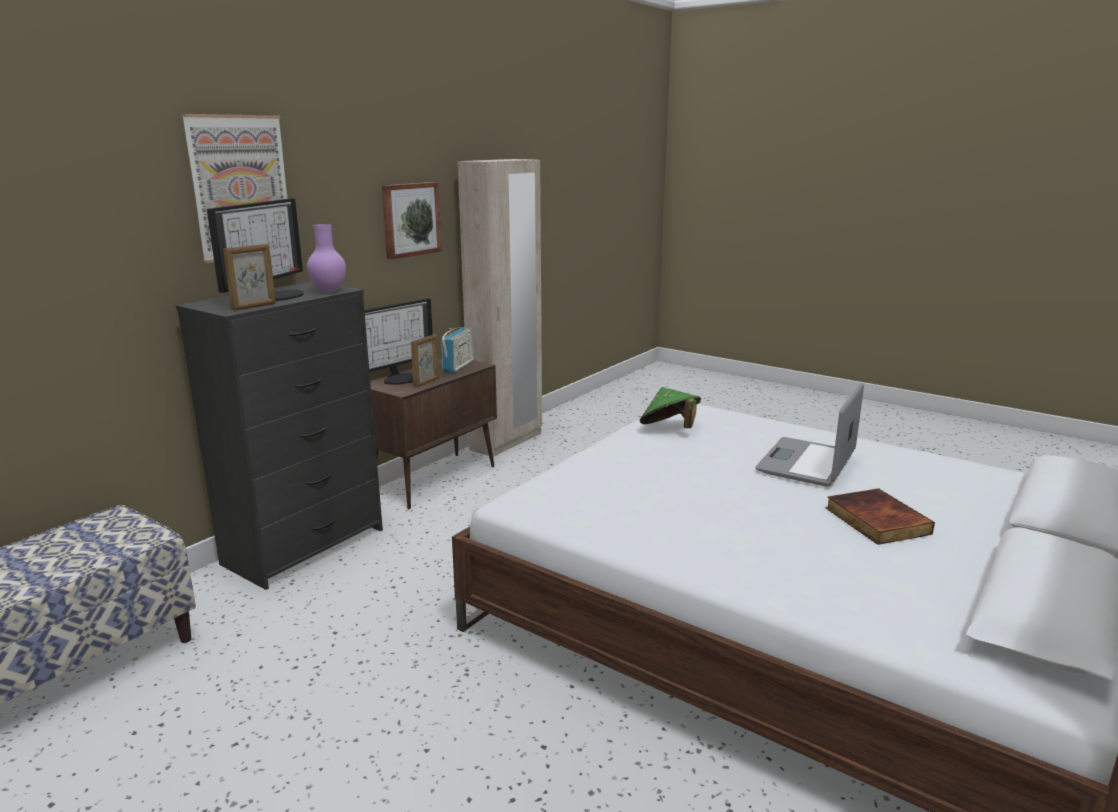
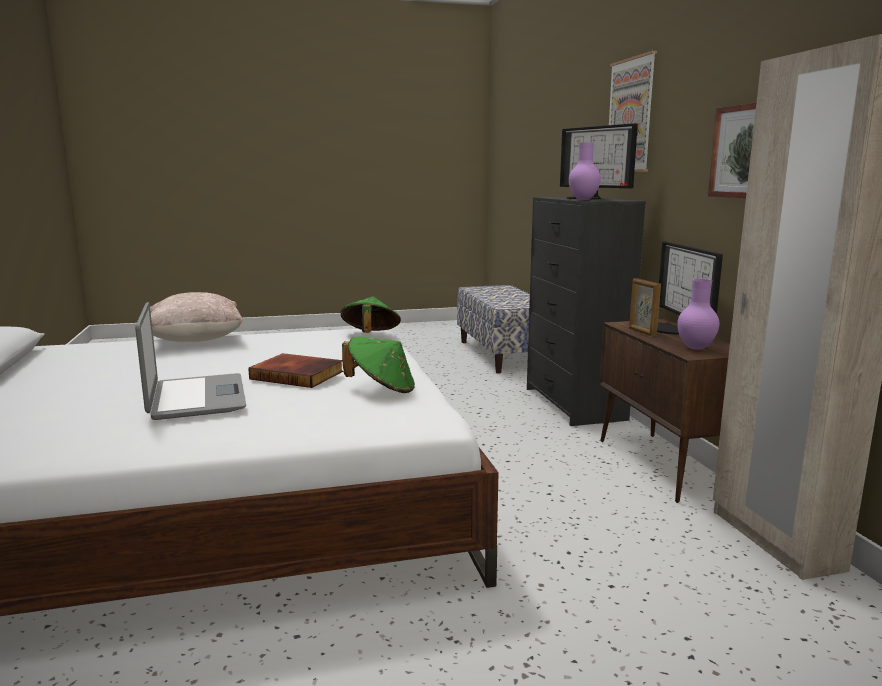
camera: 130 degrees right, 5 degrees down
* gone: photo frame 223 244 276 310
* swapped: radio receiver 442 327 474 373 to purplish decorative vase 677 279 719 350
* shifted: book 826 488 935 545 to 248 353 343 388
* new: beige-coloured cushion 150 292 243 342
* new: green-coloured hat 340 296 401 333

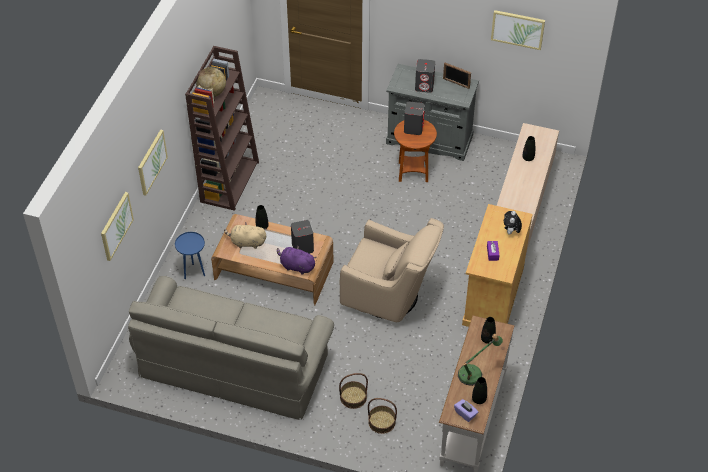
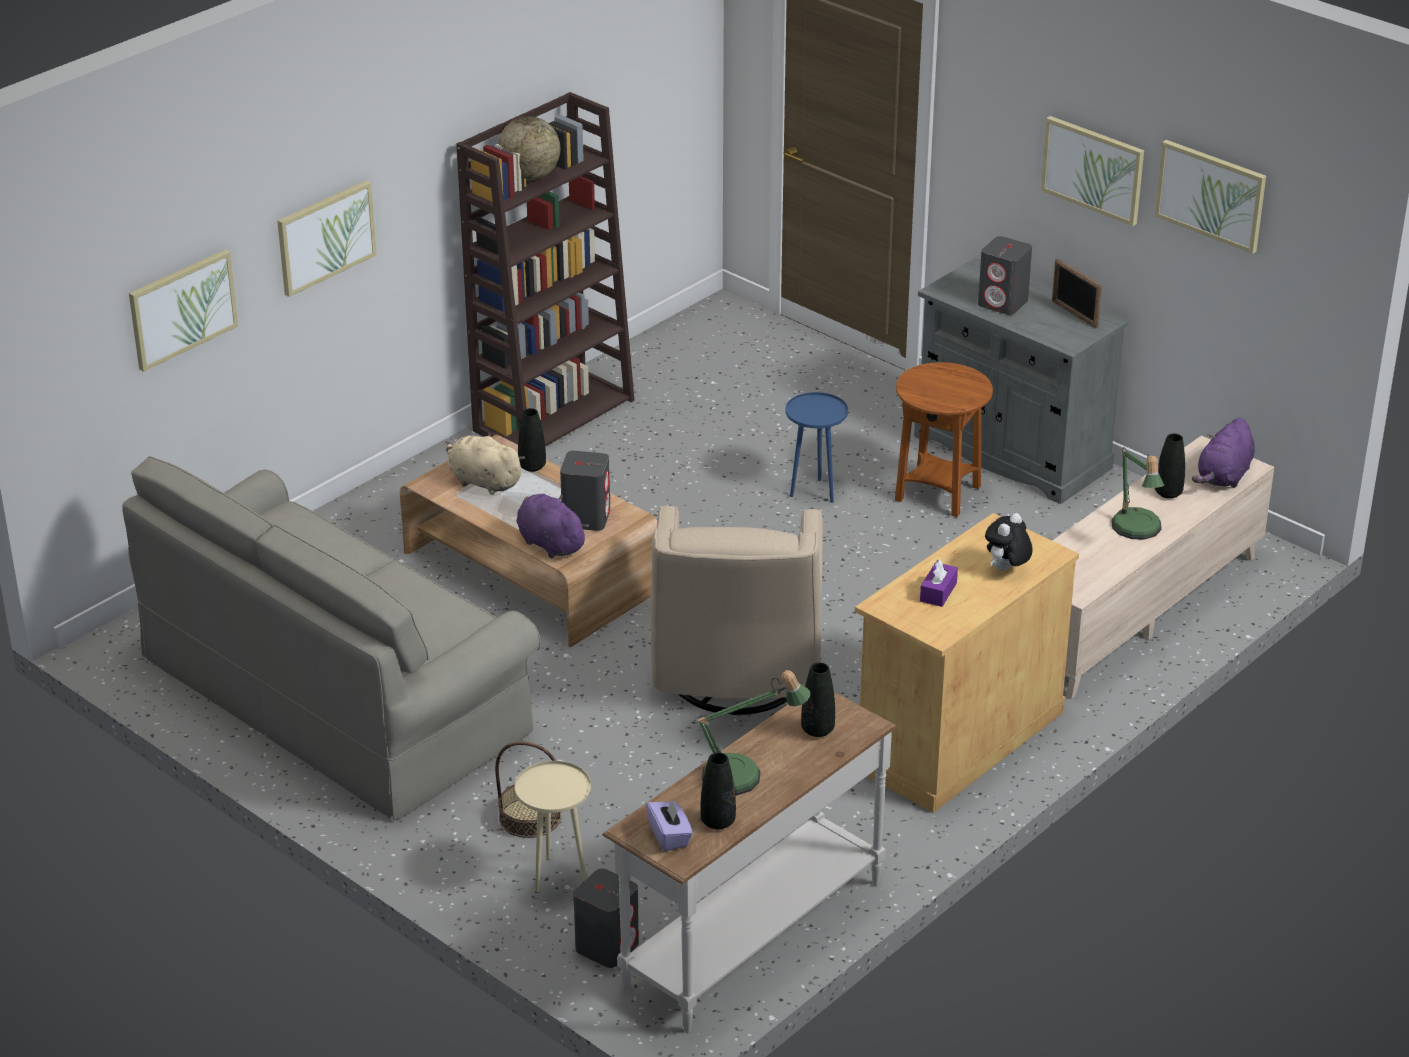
camera: 25 degrees right, 15 degrees down
* shifted: blue end table 175 232 205 279 to 785 392 848 502
* rotated: beige-coloured easy chair 339 218 444 322 = 650 506 823 715 45 degrees clockwise
* swapped: basket 368 398 397 434 to beige-coloured end table 515 761 591 893
* shifted: gray speaker 404 101 425 135 to 573 869 639 968
* new: wall art 1041 116 1144 226
* new: table lamp 1111 447 1164 540
* new: purplish soft toy 1192 417 1255 488

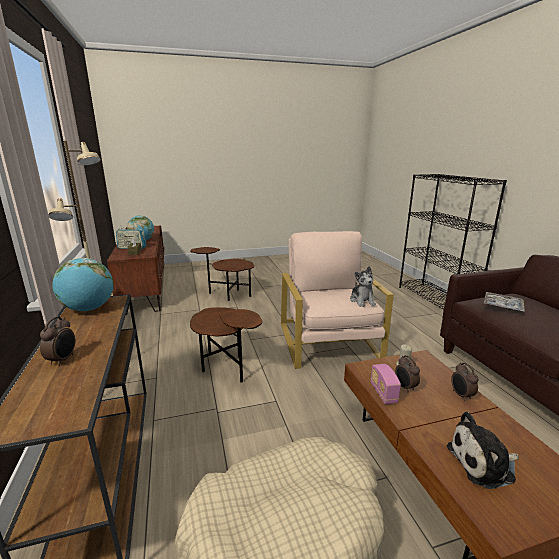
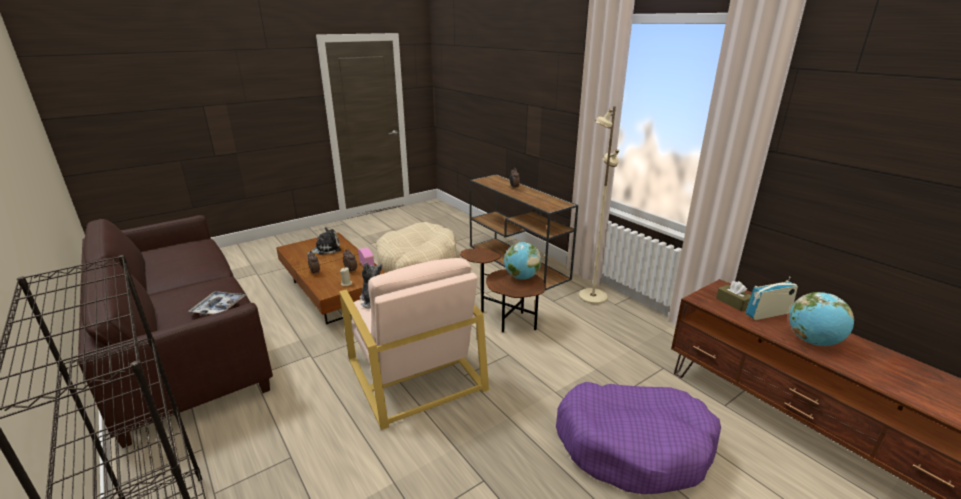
camera: 160 degrees right, 5 degrees up
* shifted: world globe 52 258 114 311 to 504 242 541 279
* swapped: brownish end table 190 247 255 301 to purplish pet bed 556 382 721 494

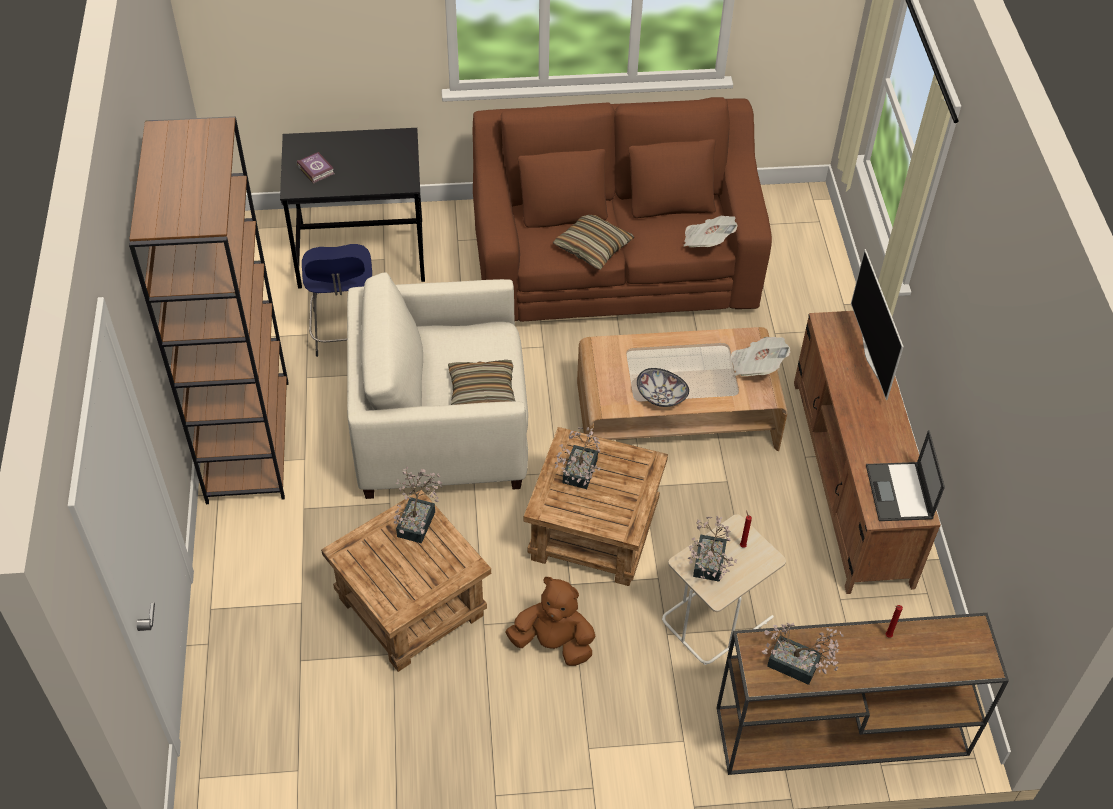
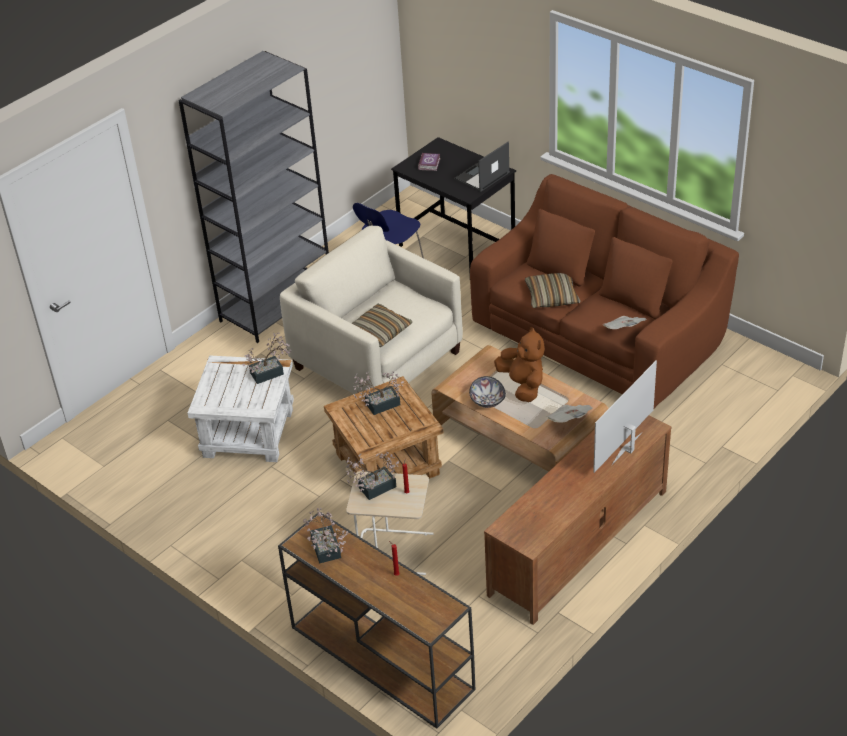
camera: 50 degrees right, 10 degrees down
* repainted: brownish shelving unit 129 116 288 504 to gray shelving unit 179 51 329 343
* repainted: brownish end table 321 490 491 672 to white-coloured end table 187 355 294 462
* shifted: brownish soft toy 506 577 595 666 to 494 327 545 402
* shifted: laptop 866 430 945 521 to 454 141 510 192

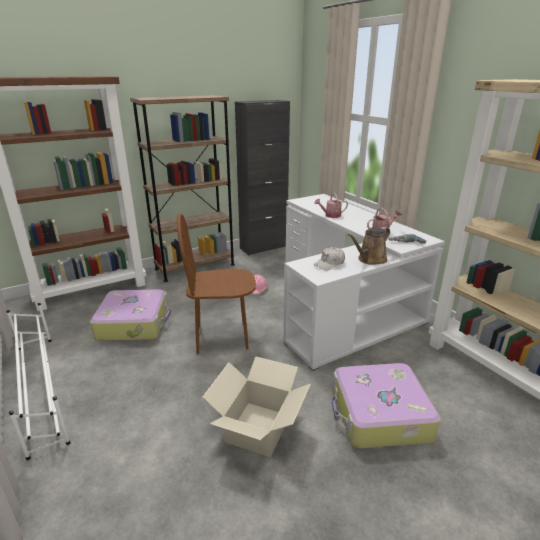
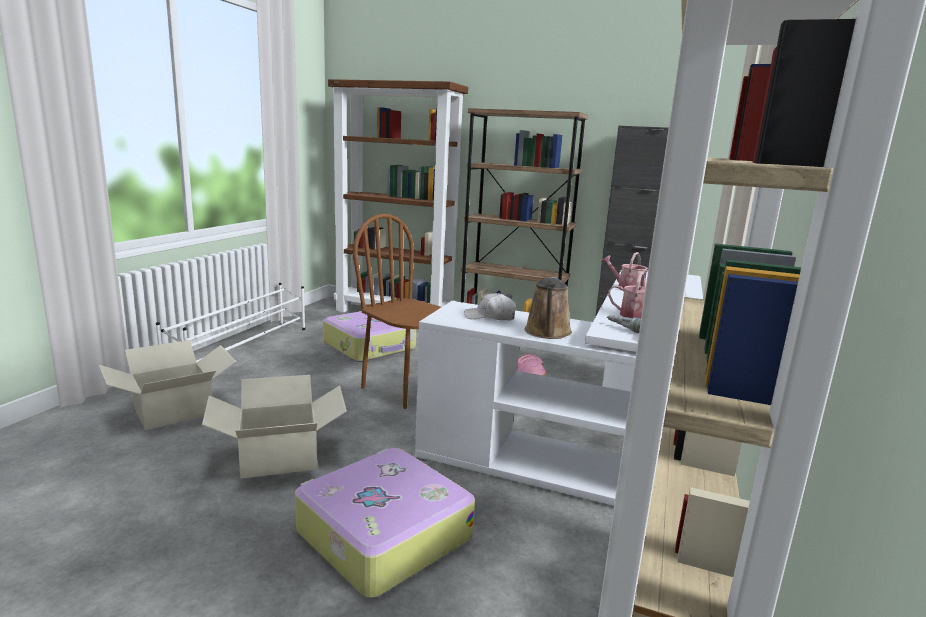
camera: 50 degrees right, 10 degrees down
* rotated: brownish sprinkling can 348 227 390 265 = 524 277 572 339 90 degrees counterclockwise
* new: carton 99 340 236 430

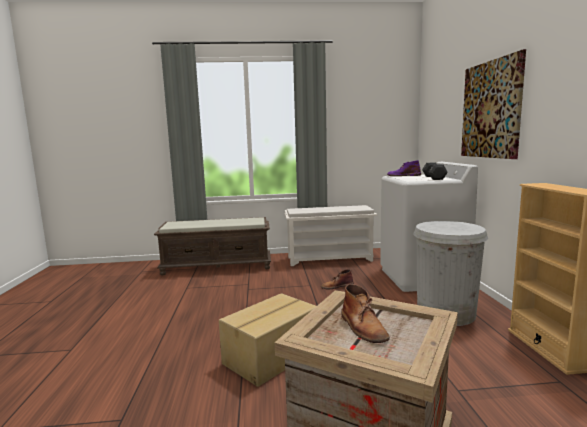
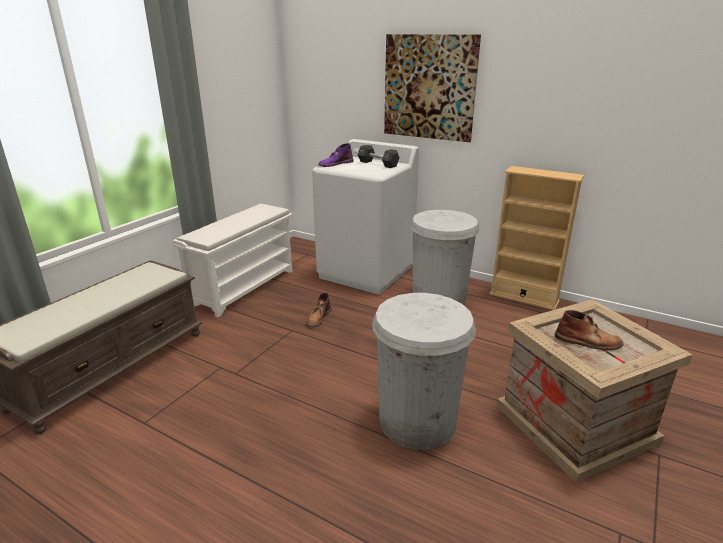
camera: 55 degrees left, 15 degrees up
* swapped: carton 219 293 316 387 to white-coloured rubbish bin 372 293 476 450

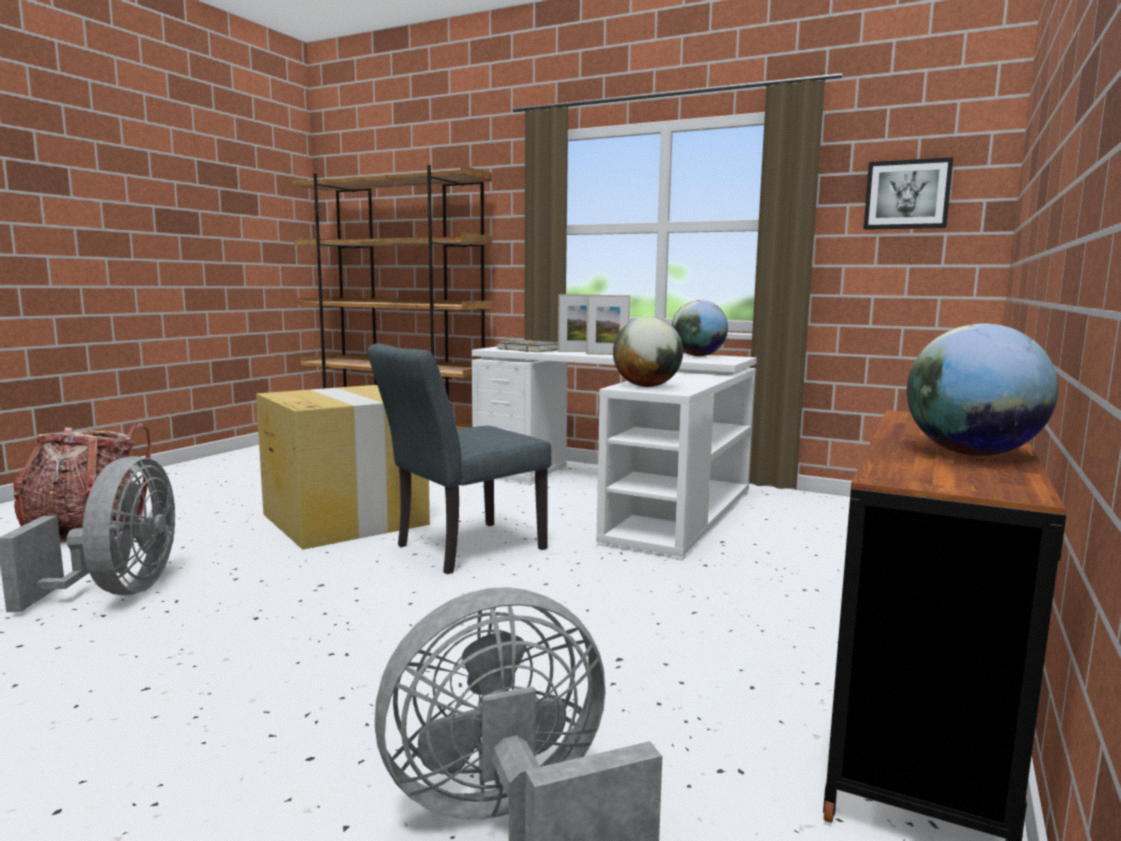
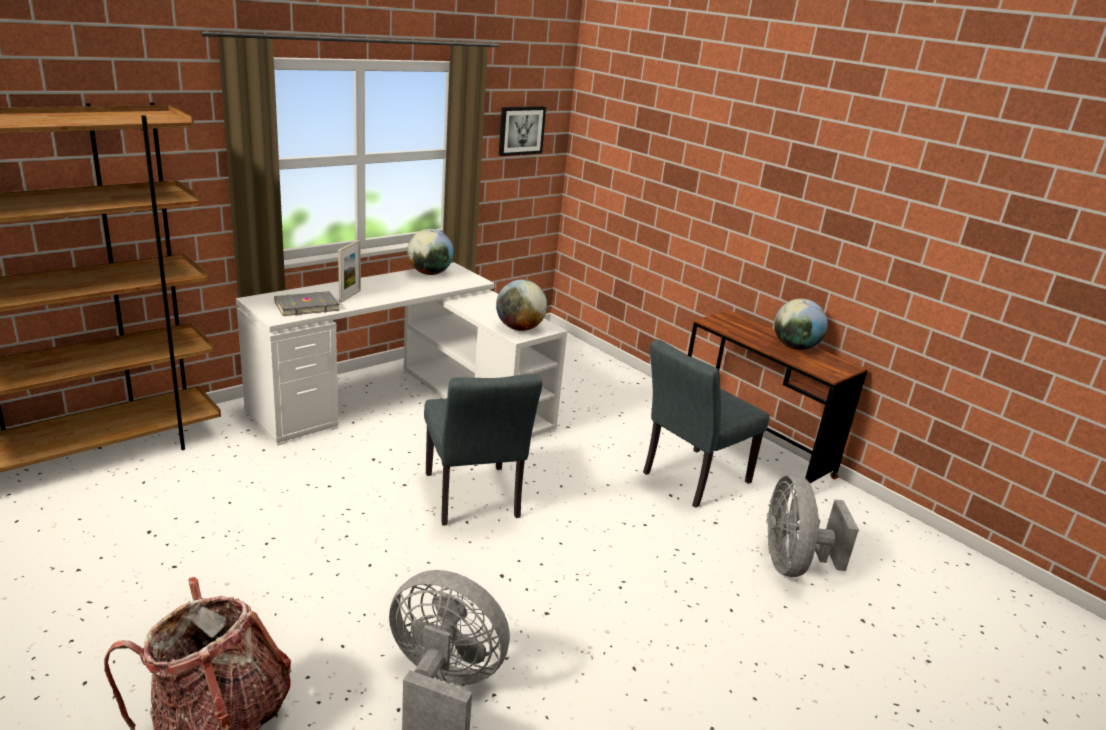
camera: 70 degrees left, 15 degrees up
* gone: carton 256 385 430 550
* gone: photo frame 586 295 630 355
* new: gray plain chair 643 340 770 508

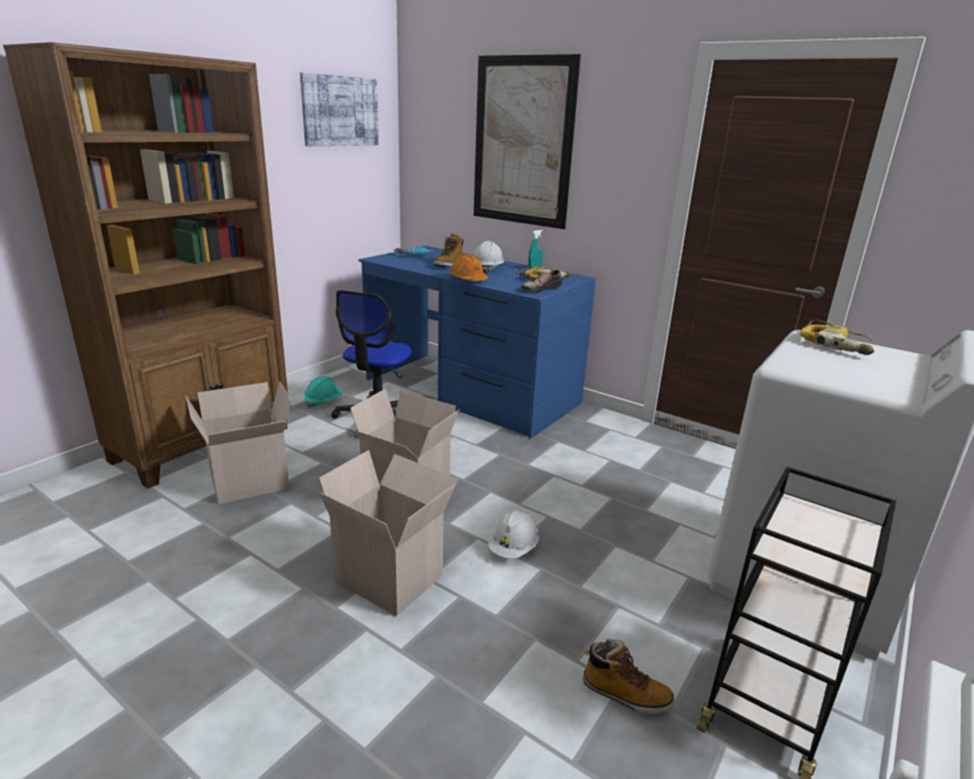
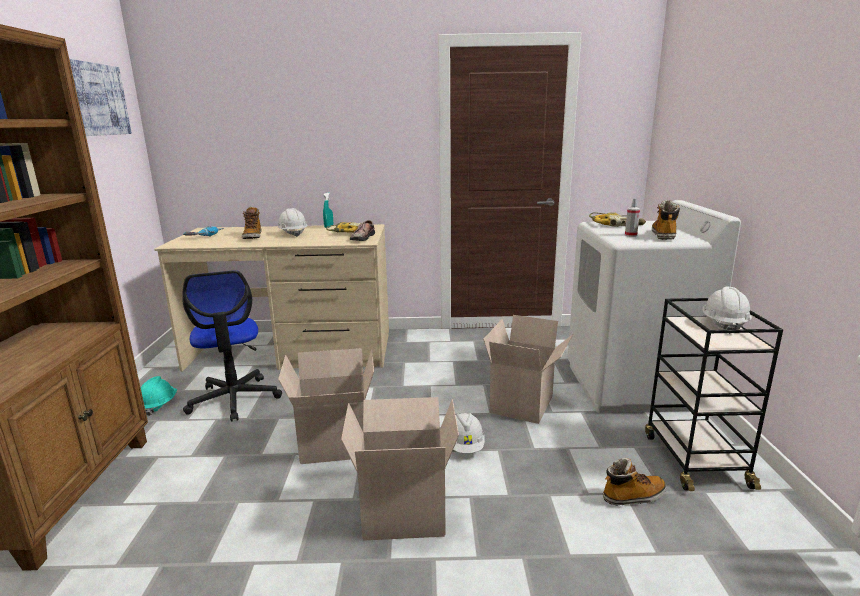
camera: 35 degrees left, 5 degrees down
* shifted: carton 186 381 292 504 to 483 315 573 424
* repainted: blue desk 359 246 596 439 to beige-coloured desk 154 224 389 372
* gone: orange safety helmet 449 254 488 281
* gone: wall art 474 54 581 229
* new: sprayer 625 198 640 237
* new: tall boot 652 200 680 240
* new: white-coloured safety helmet 702 286 752 334

